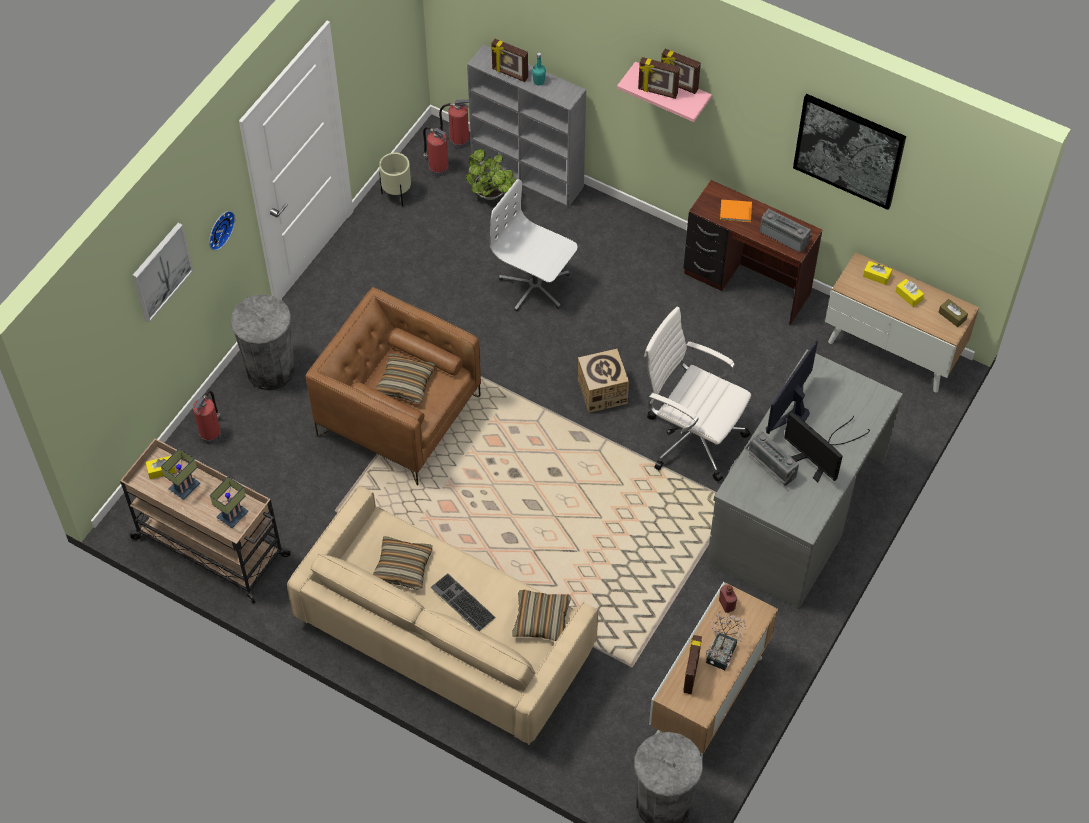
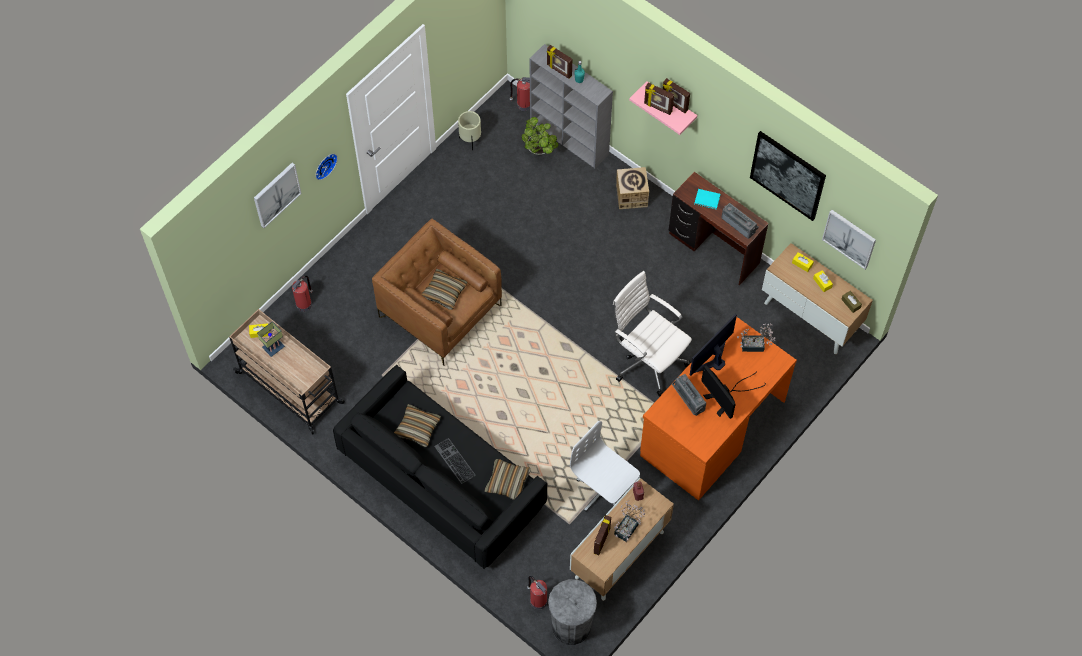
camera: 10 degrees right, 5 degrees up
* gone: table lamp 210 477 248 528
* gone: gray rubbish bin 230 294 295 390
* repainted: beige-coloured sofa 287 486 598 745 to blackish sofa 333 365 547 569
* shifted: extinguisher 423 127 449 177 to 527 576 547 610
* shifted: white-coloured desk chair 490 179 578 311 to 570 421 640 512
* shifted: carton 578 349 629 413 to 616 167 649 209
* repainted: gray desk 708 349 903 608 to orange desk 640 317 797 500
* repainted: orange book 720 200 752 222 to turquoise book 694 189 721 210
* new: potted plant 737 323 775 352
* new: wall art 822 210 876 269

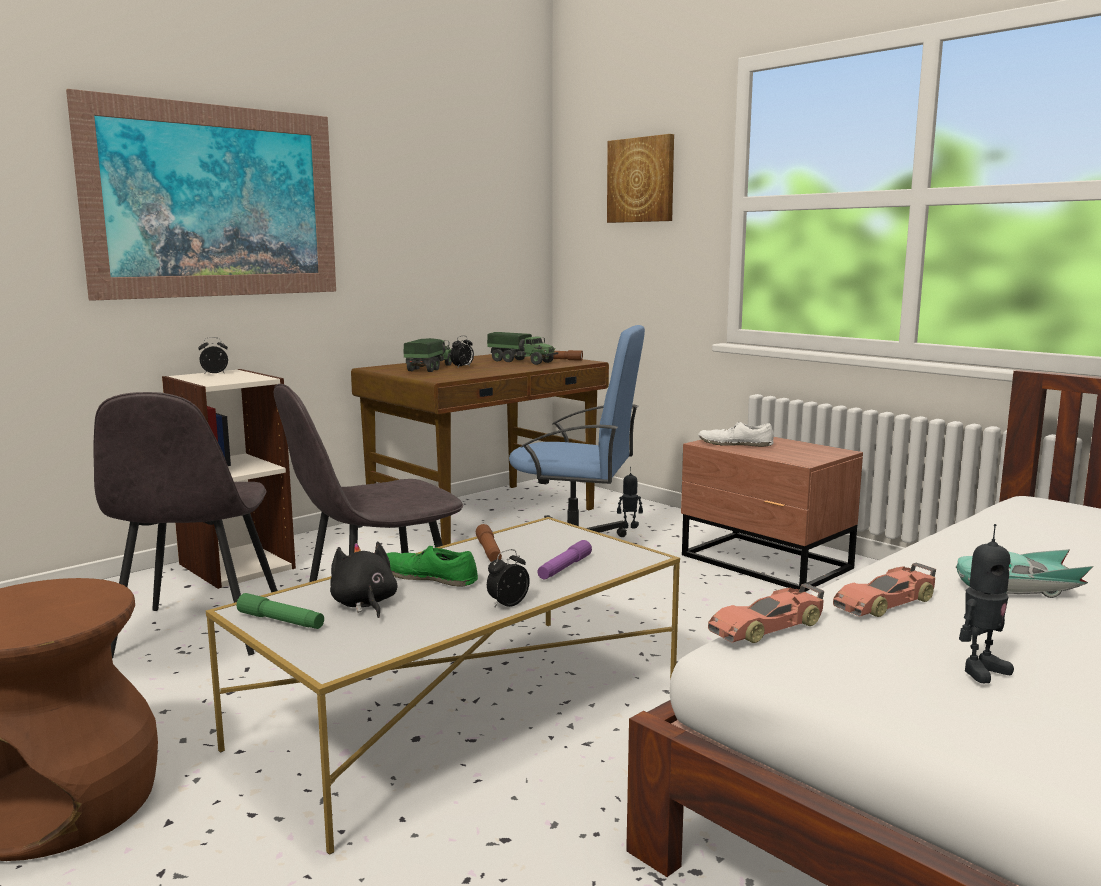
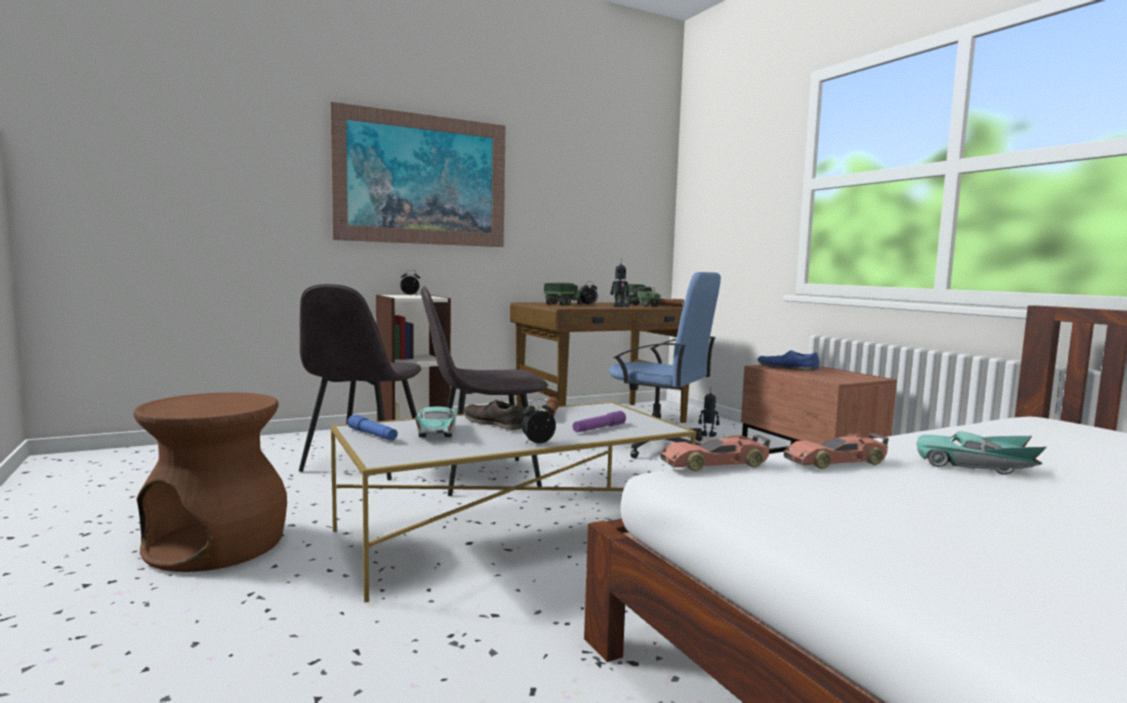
camera: 15 degrees right, 5 degrees down
* repainted: green-coloured torch 237 593 324 629 to blue torch 347 415 398 440
* swapped: blackish soft toy 330 541 397 618 to turquoise miniature car 415 407 456 437
* repainted: green-coloured low shoe 386 545 478 587 to brownish low shoe 463 399 525 430
* gone: wall art 607 134 674 223
* repainted: white-coloured low shoe 698 422 774 447 to blue low shoe 757 350 819 371
* shifted: robot figure 959 524 1014 683 to 610 264 629 307

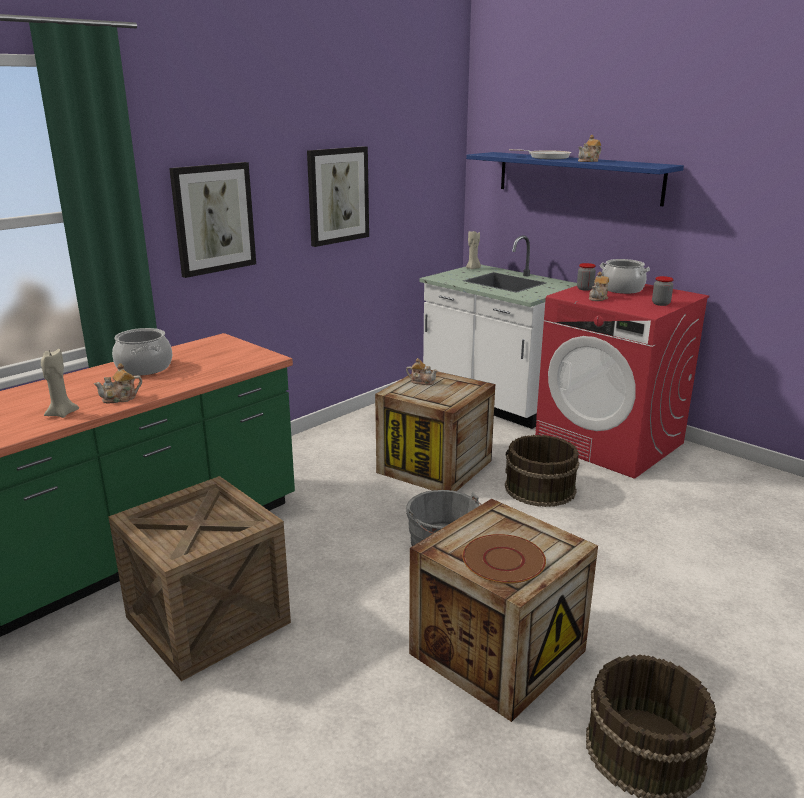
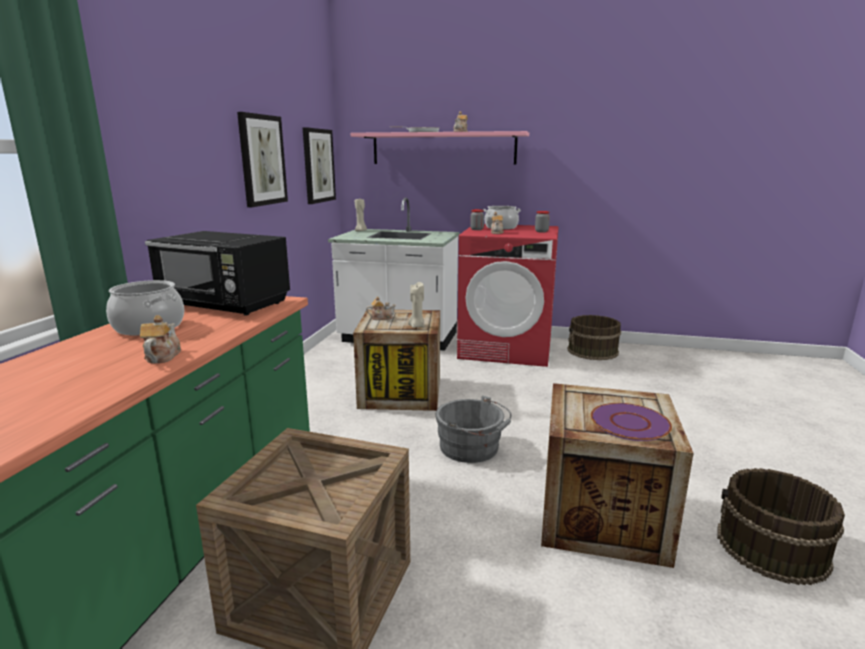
camera: 30 degrees left, 5 degrees down
* shifted: beige-coloured wax light 41 349 79 418 to 408 282 424 328
* rotated: tea pot 94 363 142 403 = 140 315 181 363 150 degrees clockwise
* shifted: wall art 169 162 256 278 to 303 127 336 204
* repainted: brownish dinner plate 462 534 546 584 to purplish dinner plate 591 403 672 441
* repainted: blue bracket shelf 466 152 684 206 to pink bracket shelf 351 131 529 165
* shifted: brownish pail 505 435 580 507 to 568 315 621 360
* new: blackish microwave oven 145 231 290 315

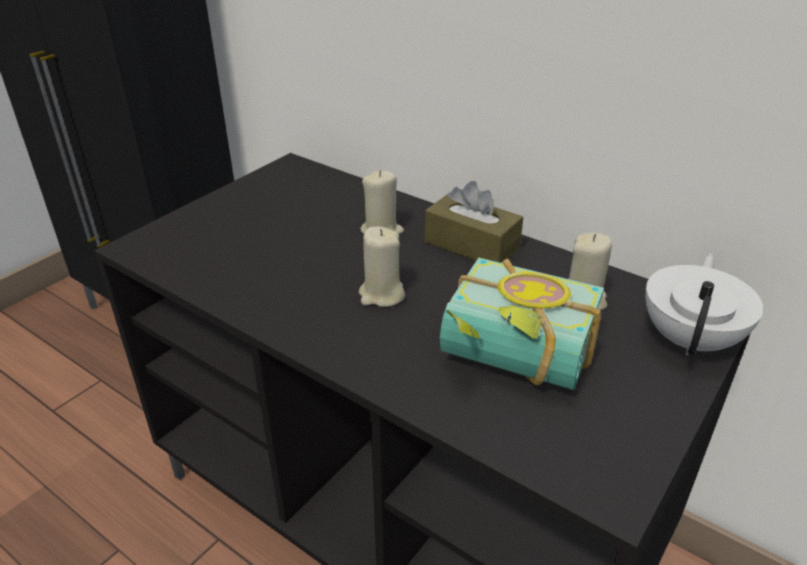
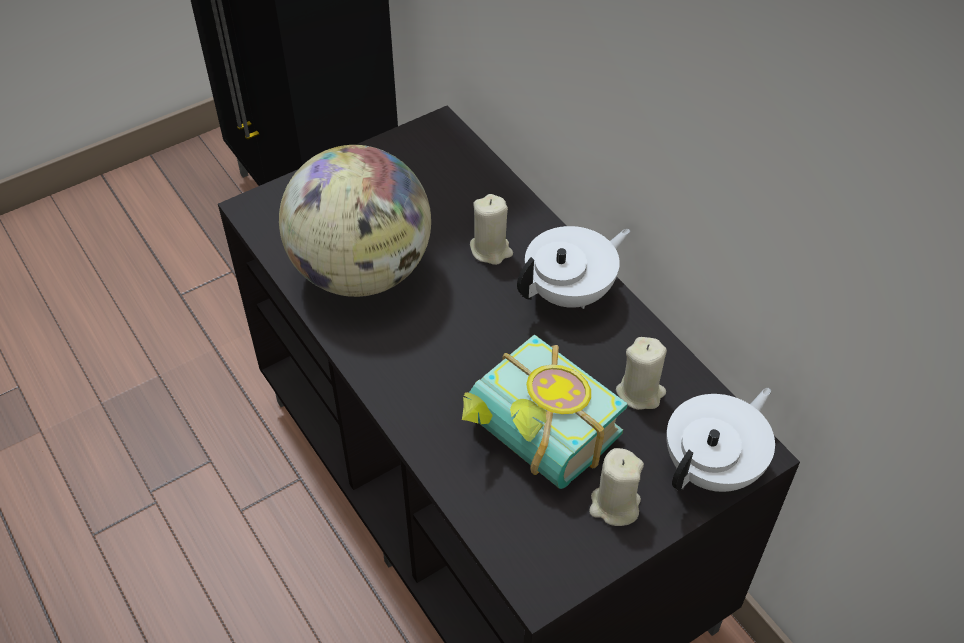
camera: 20 degrees right, 15 degrees up
* shifted: beige-coloured wax light 359 227 405 307 to 589 448 644 526
* swapped: brownish box of tissues 425 181 523 263 to white-coloured tea pot 517 226 630 309
* new: world globe 279 145 431 297

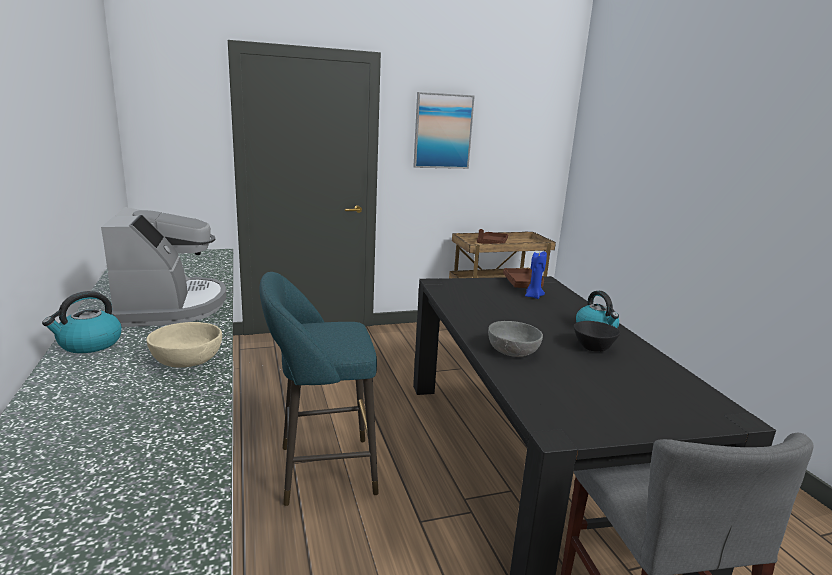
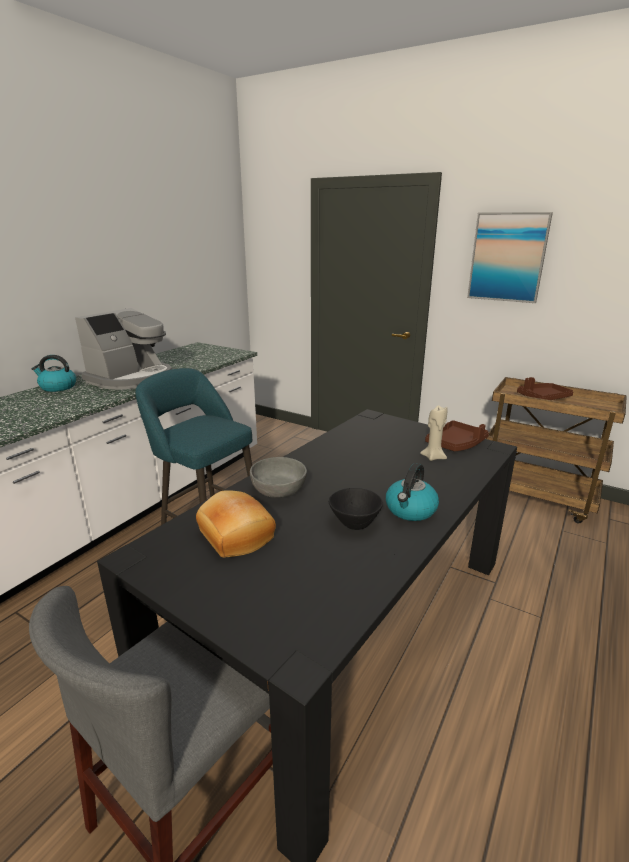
camera: 50 degrees right, 5 degrees up
* gone: beige-coloured deep dish 146 322 222 368
* repainted: blue wax light 525 252 547 299 to beige-coloured wax light 420 405 448 461
* new: baked bread 196 490 276 557

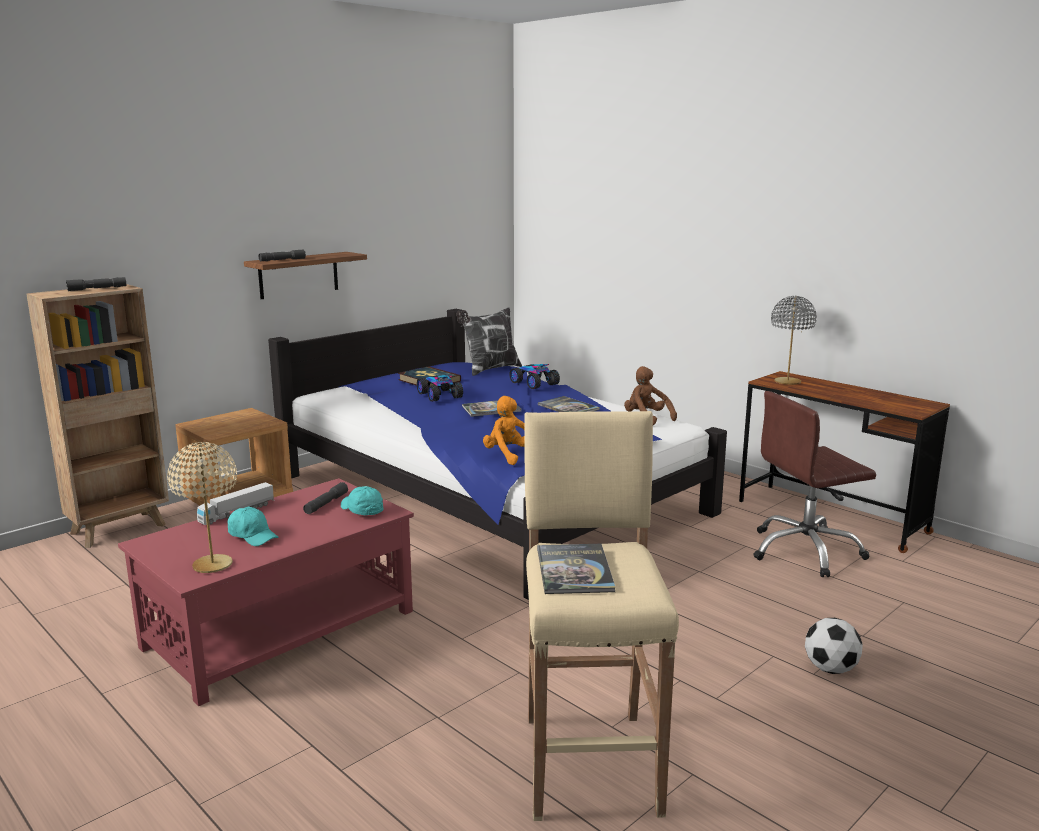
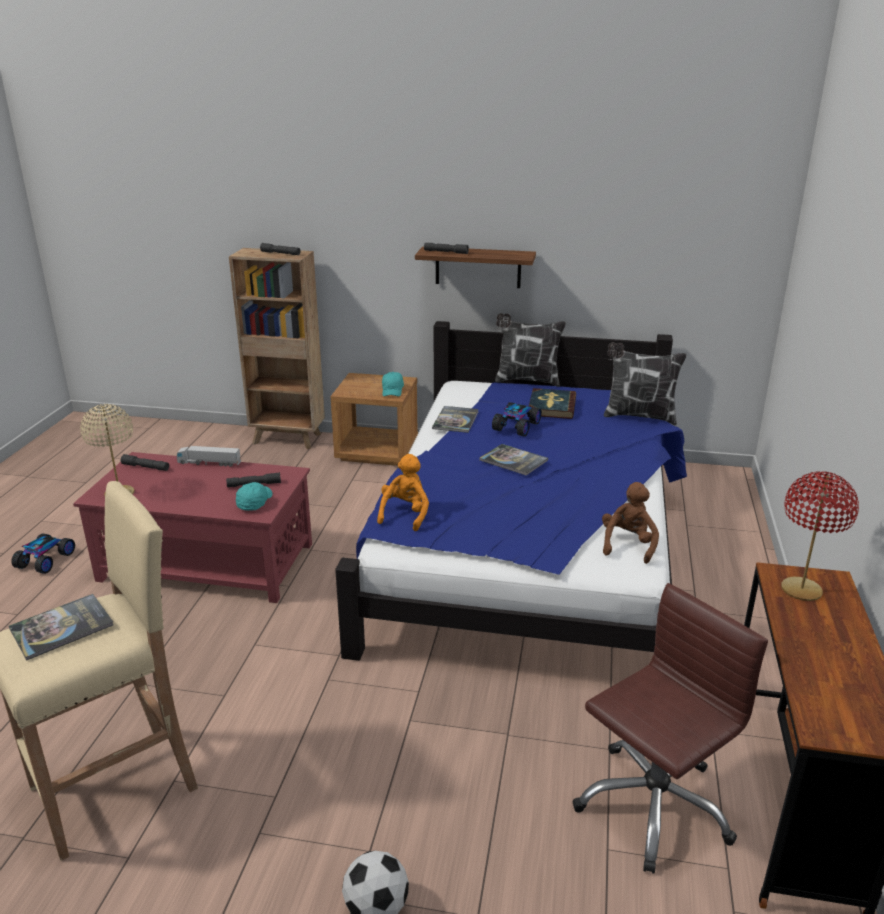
camera: 55 degrees right, 10 degrees up
* shifted: turquoise peaked cap 227 507 278 546 to 382 372 404 396
* shifted: miniature car 509 364 560 389 to 11 534 75 574
* shifted: book 538 396 600 412 to 432 406 479 433
* rotated: brownish desk chair 753 391 876 577 = 572 583 768 874 105 degrees clockwise
* repainted: gray table lamp 771 296 817 385 to reddish table lamp 781 471 859 601
* new: gray torch 120 454 169 471
* new: cushion 495 313 566 387

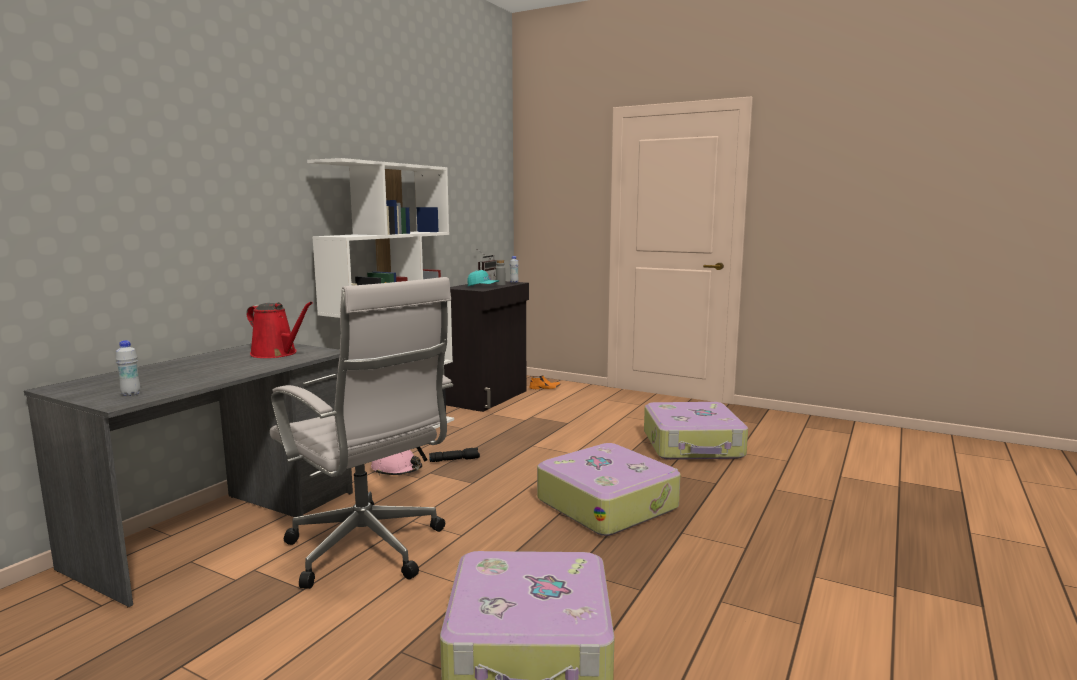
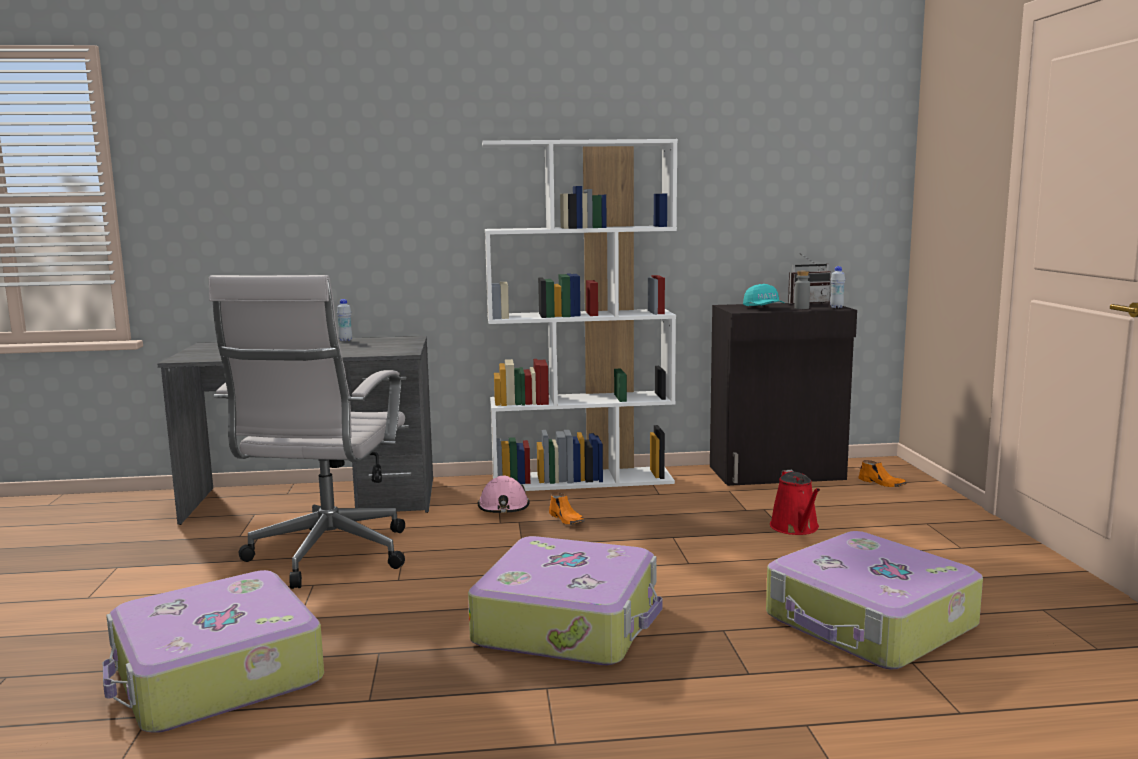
camera: 55 degrees right, 0 degrees up
* shifted: white-coloured beverage bottle 116 340 141 396 to 337 299 352 341
* shifted: reddish sprinkling can 246 302 313 358 to 770 470 820 535
* swapped: blackish torch 429 448 480 462 to orange low shoe 549 493 585 524

